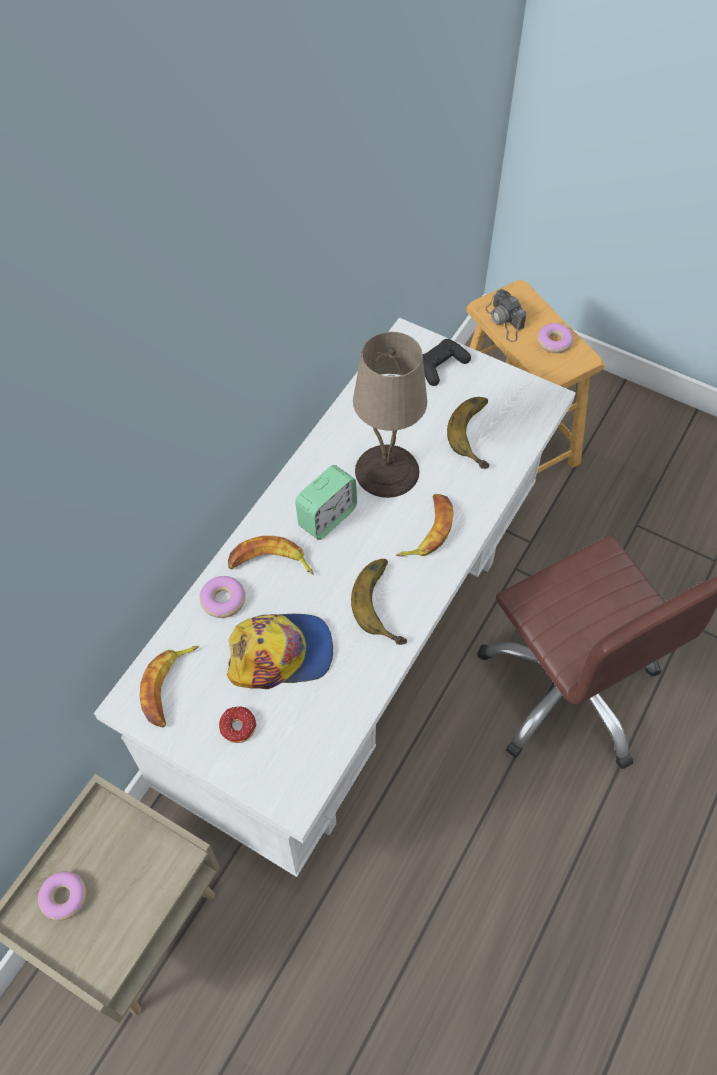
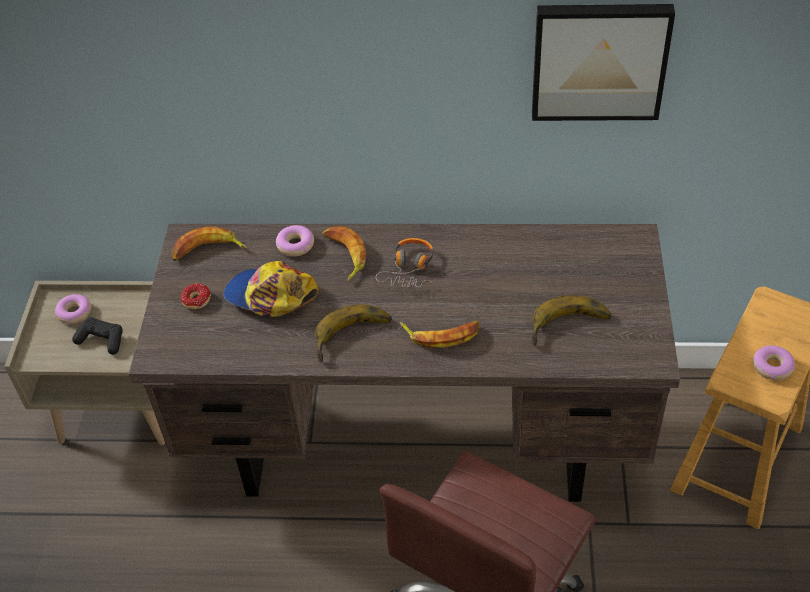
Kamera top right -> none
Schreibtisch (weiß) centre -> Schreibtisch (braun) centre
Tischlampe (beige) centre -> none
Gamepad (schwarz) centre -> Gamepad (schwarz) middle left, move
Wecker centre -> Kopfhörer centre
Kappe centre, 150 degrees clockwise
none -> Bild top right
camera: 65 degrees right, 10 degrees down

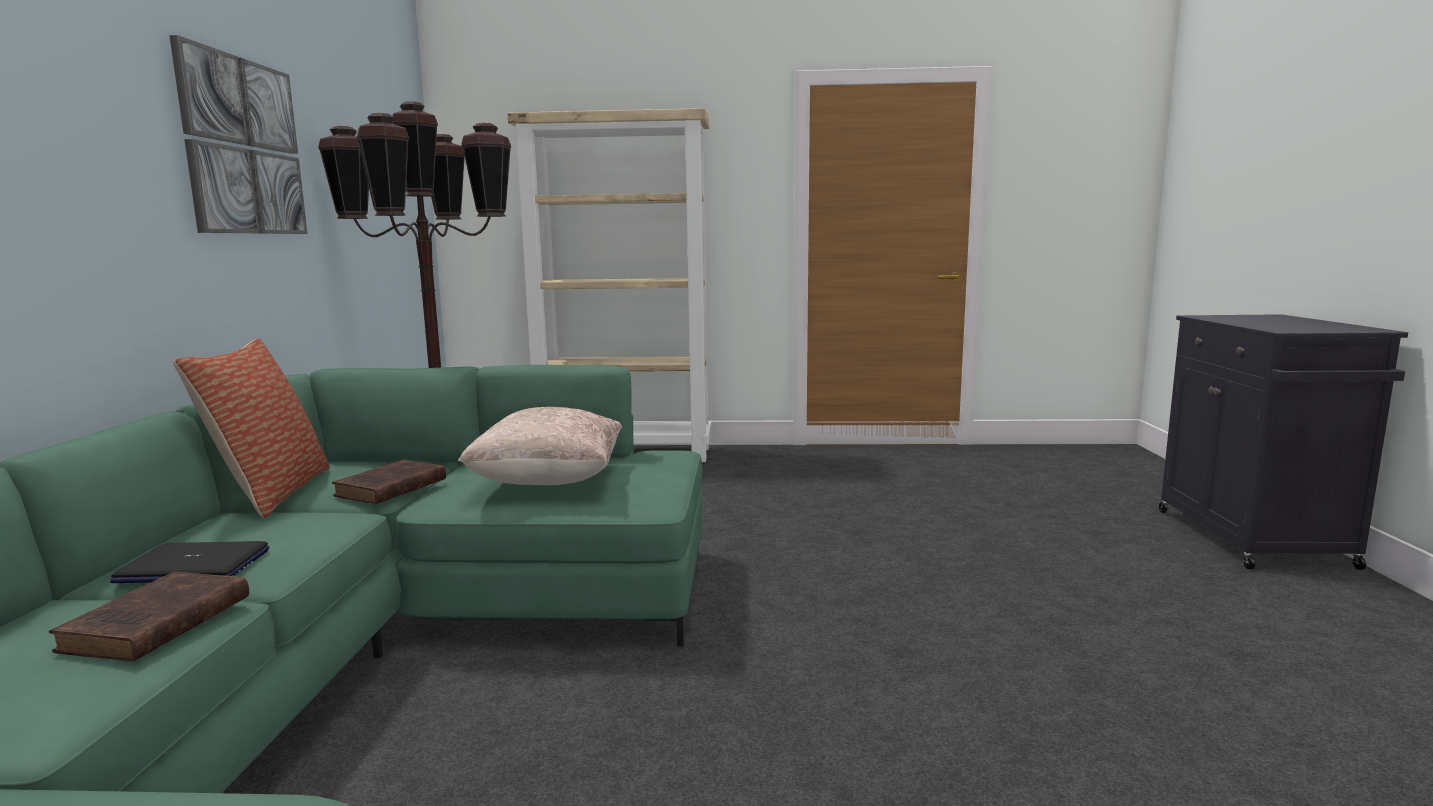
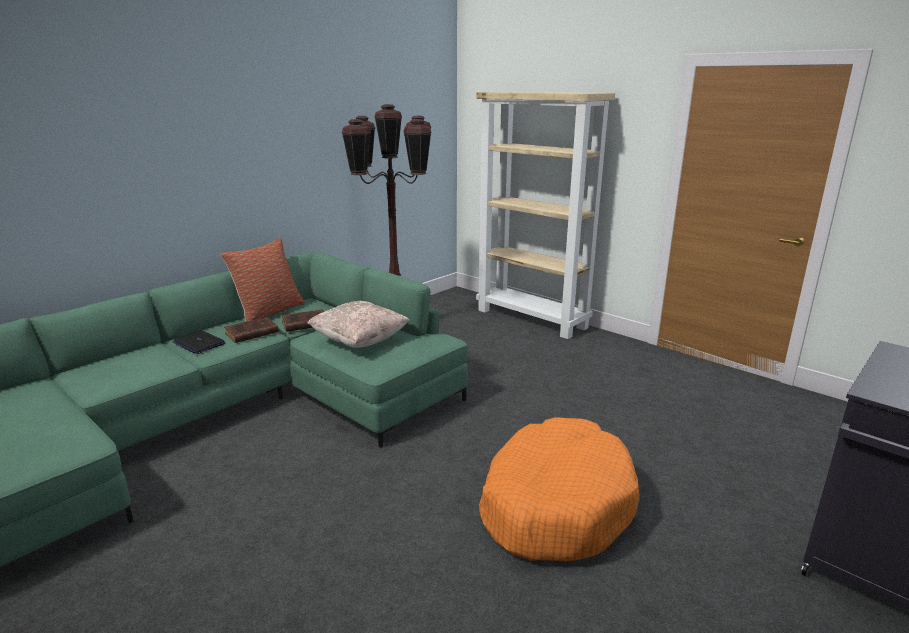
Bild top left -> none
Buch (braun) (1st from left) bottom left -> Buch (braun) (1st from left) middle left, move
none -> Hundebett (orange) bottom centre
camera: 40 degrees right, 10 degrees up

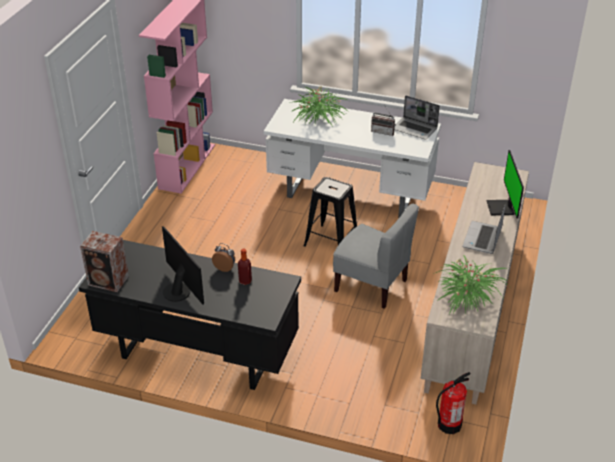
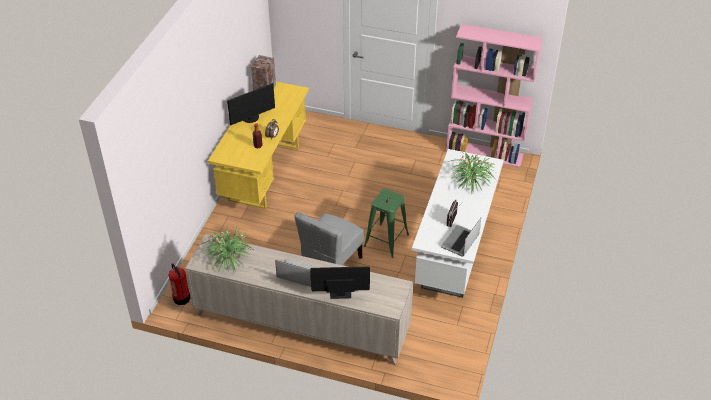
Hocker (schwarz) centre -> Hocker (grün) centre
Schreibtisch (schwarz) bottom left -> Schreibtisch (gelb) centre
camera: 90 degrees right, 5 degrees up

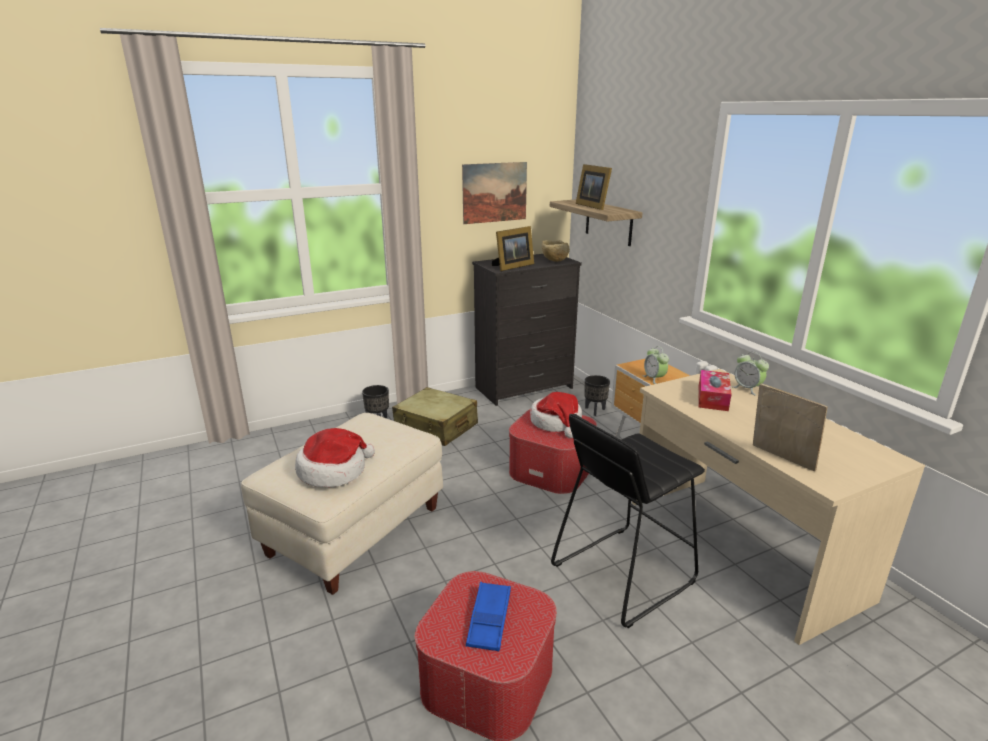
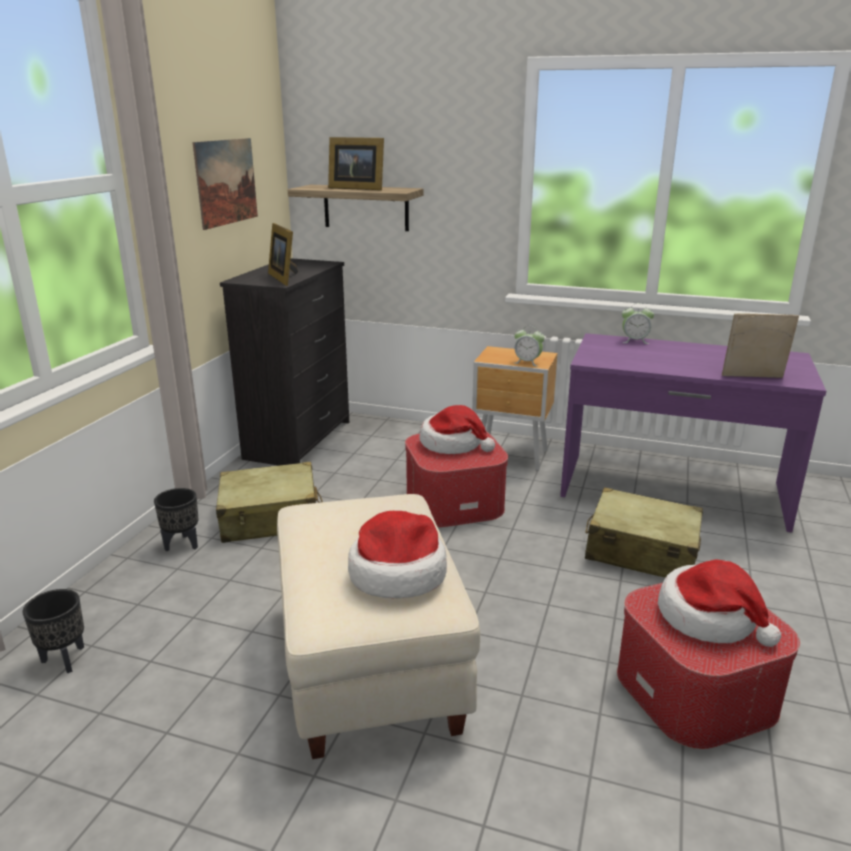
Bilderrahmen (1st from left) centre -> Bilderrahmen (1st from left) top left, 150 degrees clockwise
Schüssel (beige) centre -> none
Schreibtisch (beige) bottom right -> Schreibtisch (lila) middle right
Taschentuchbox middle right -> none
Pflanzkübel (schwarz) (2nd from left in the first image) centre -> Pflanzkübel (schwarz) (1st from left) bottom left, move
Hocker (schwarz) bottom centre -> Koffer (beige) (2nd from left) middle right
Tablett (blau) bottom centre -> Hut (3rd from left) bottom right
camera: 45 degrees left, 0 degrees up

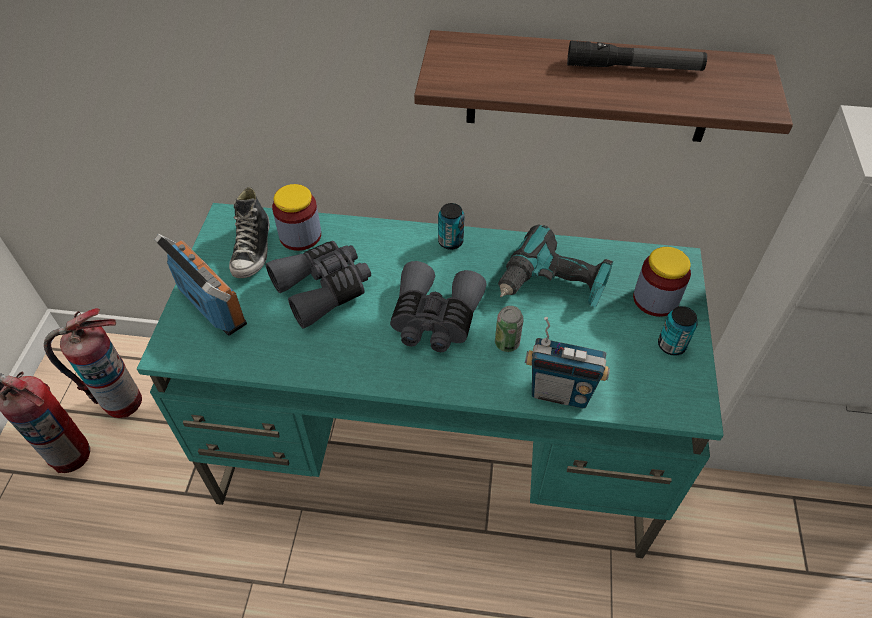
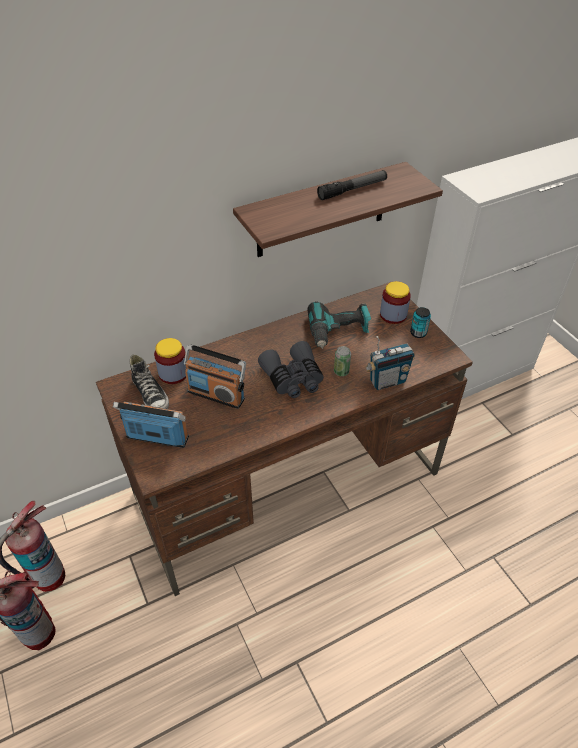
Schreibtisch (türkis) centre -> Schreibtisch (braun) centre
Dose (1st from left) centre -> none
Fernglas (grau) (1st from left) centre -> Radio (2nd from left) centre
camera: 35 degrees left, 5 degrees down

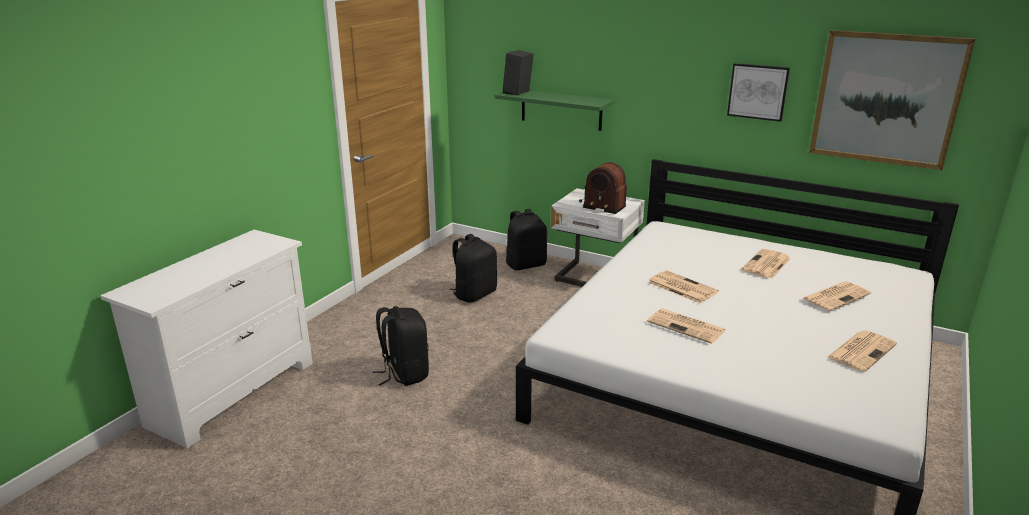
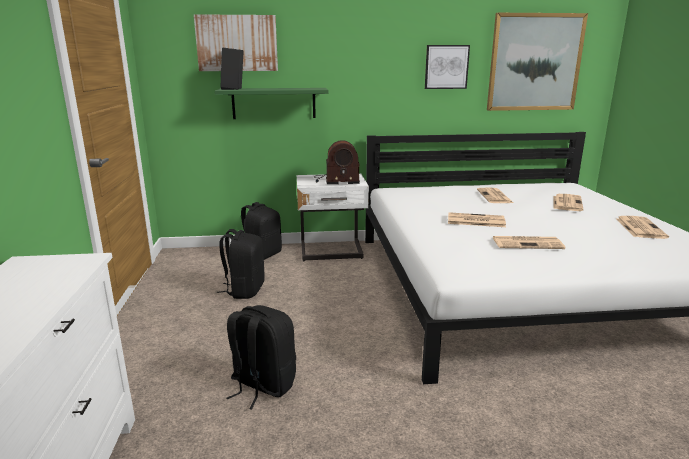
none -> Bild (1st from left) top centre
camera: 35 degrees left, 5 degrees down

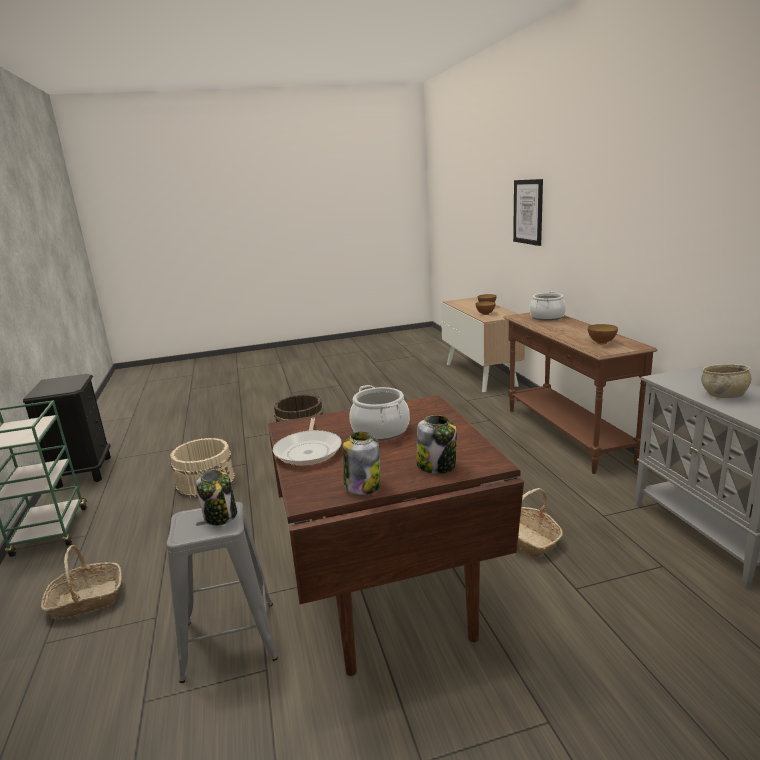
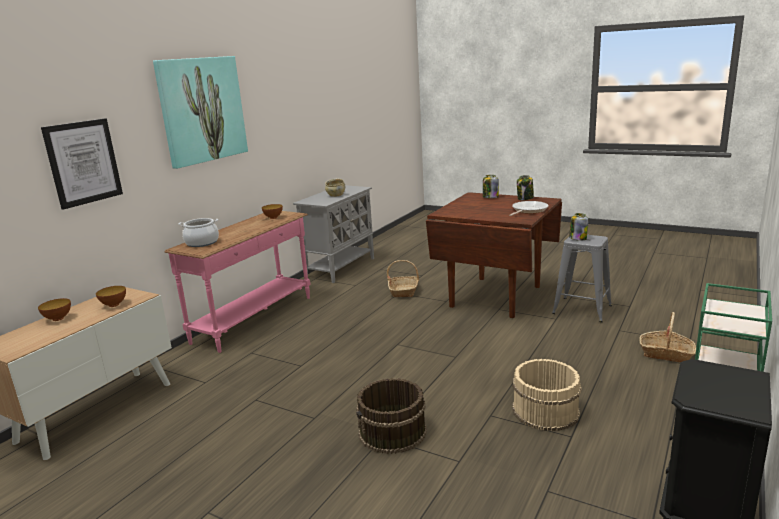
Konsolentisch (braun) middle right -> Konsolentisch (rosa) middle left
Kochtopf (1st from left) centre -> none
none -> Bild (2nd from left) top left
camera: 135 degrees left, 0 degrees up

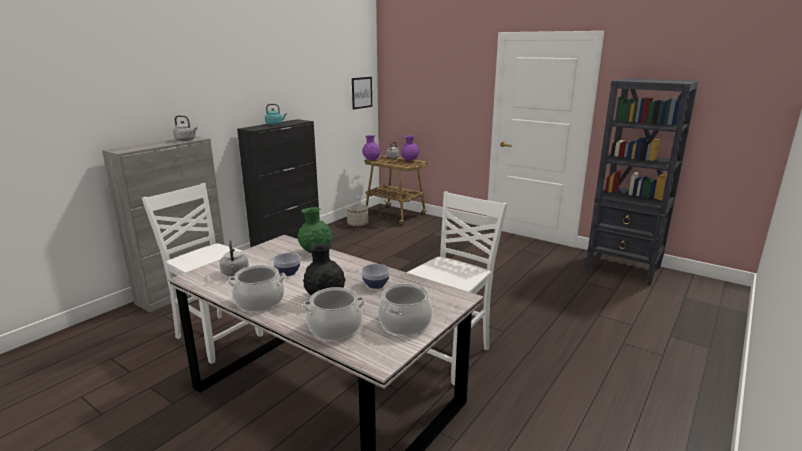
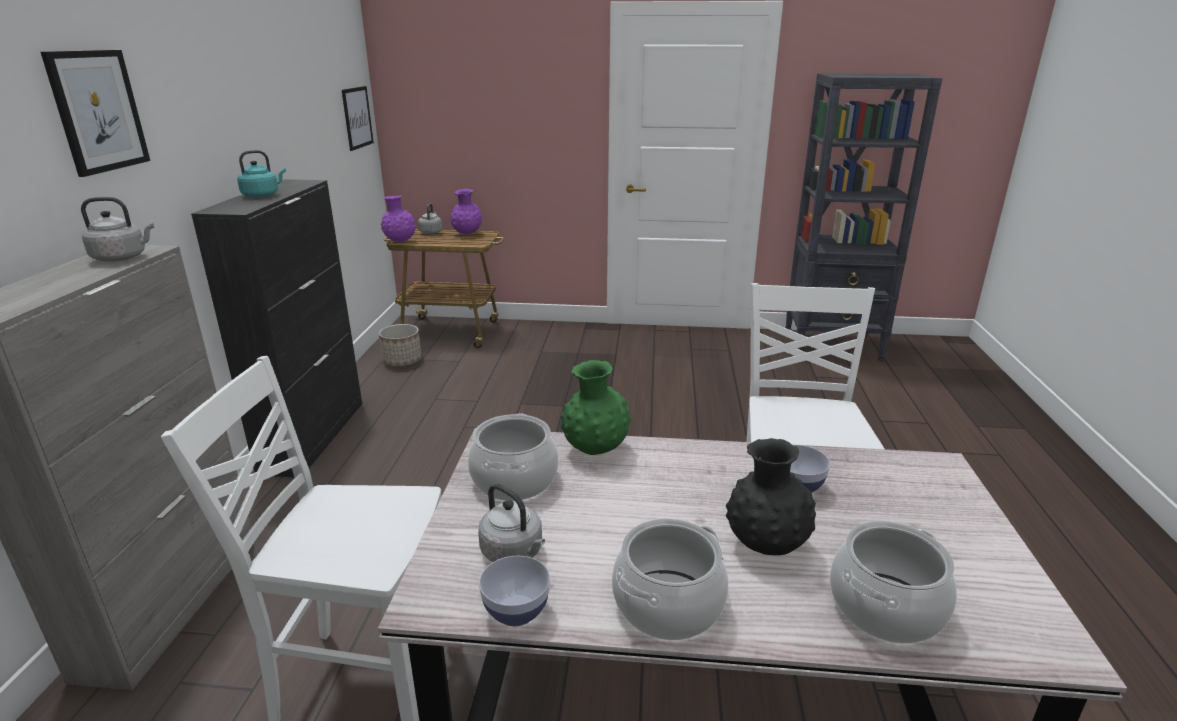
Schüssel (1st from left) centre -> Schüssel (1st from left) bottom centre, move
Kochtopf (3rd from left in the first image) bottom centre -> Kochtopf (1st from left) centre, move
none -> Bild (1st from left) top left
camera: 30 degrees left, 5 degrees up

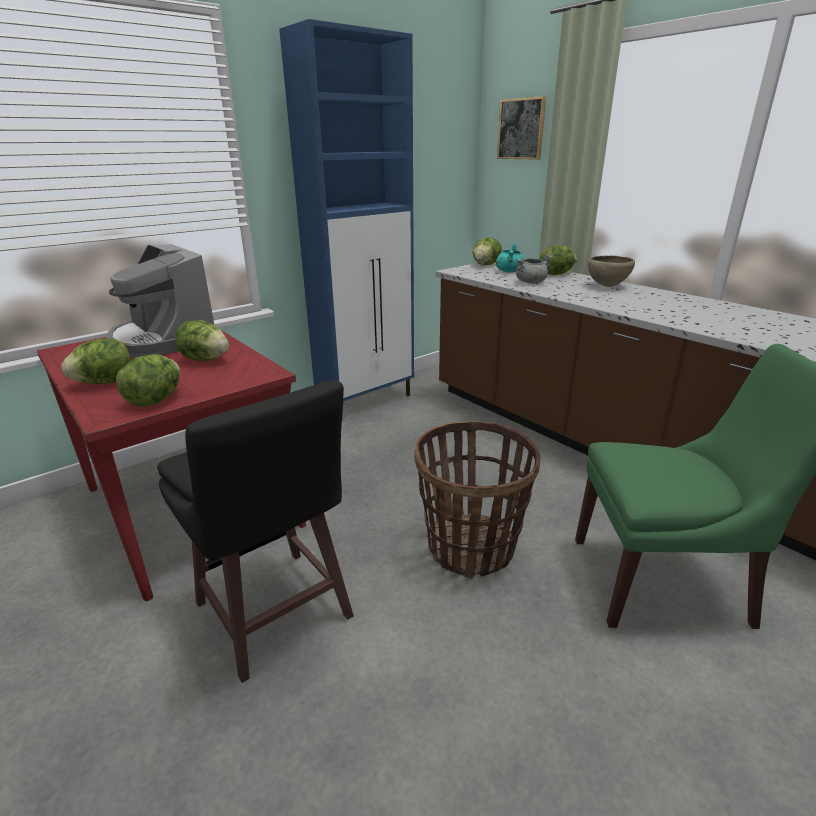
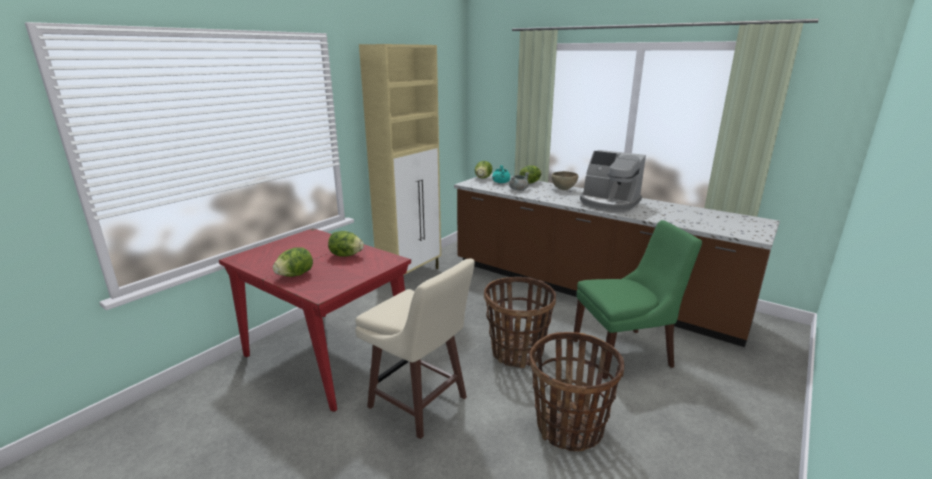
Schrank (blau) top centre -> Schrank (beige) top centre
Bild top centre -> none
Kaffeemaschine middle left -> Kaffeemaschine centre, move
Salatkopf (2nd from left) middle left -> none
Hocker (schwarz) middle left -> Hocker (beige) bottom centre
none -> Korb (2nd from left) bottom centre
camera: 15 degrees left, 5 degrees down

